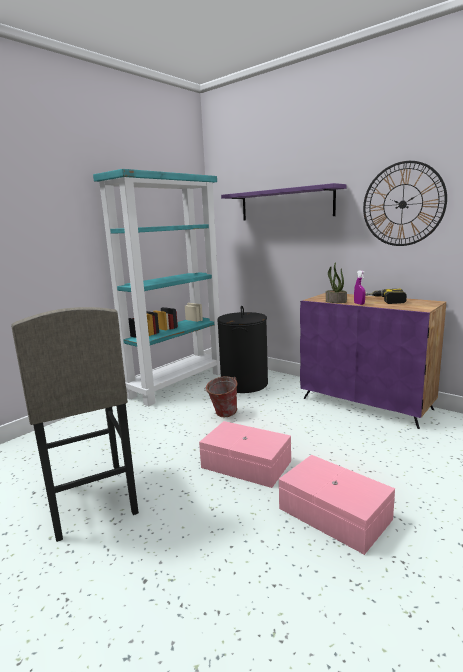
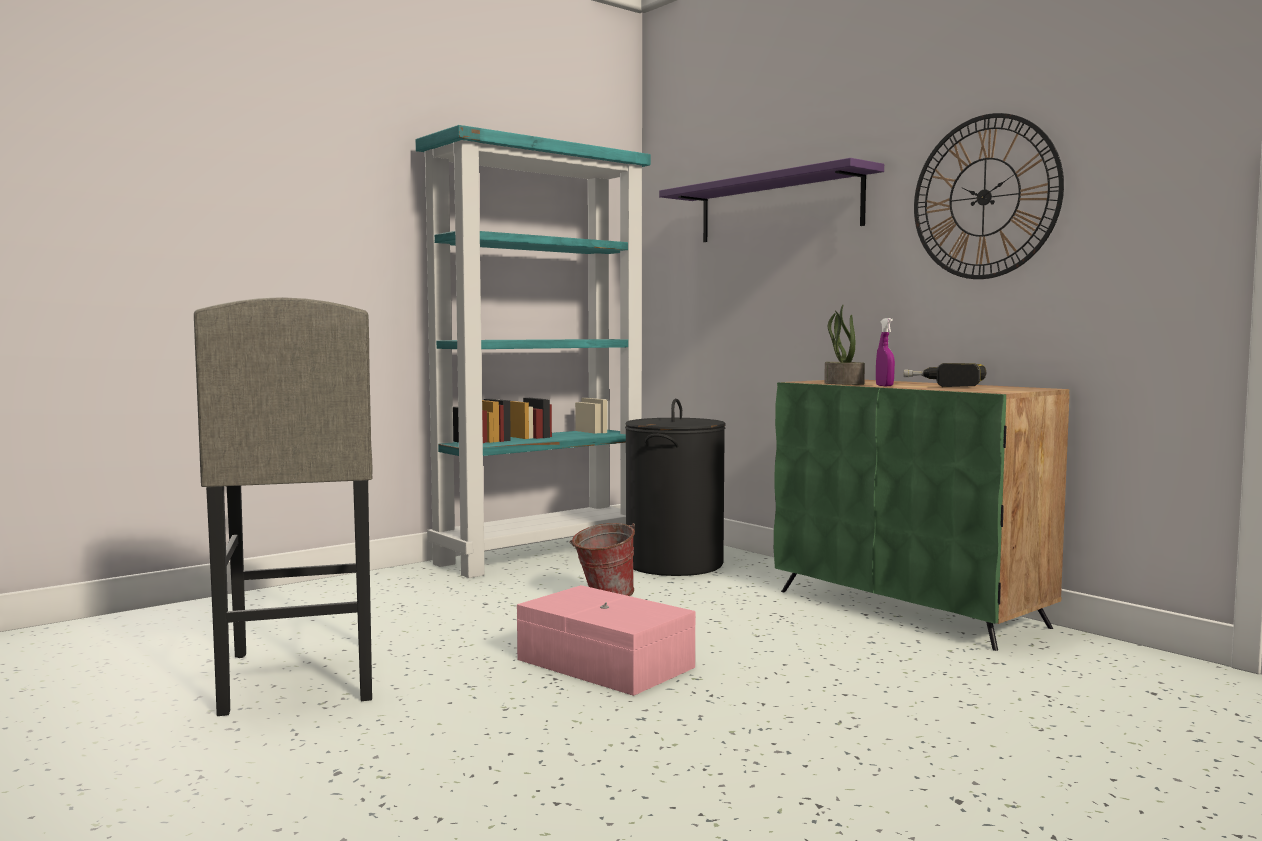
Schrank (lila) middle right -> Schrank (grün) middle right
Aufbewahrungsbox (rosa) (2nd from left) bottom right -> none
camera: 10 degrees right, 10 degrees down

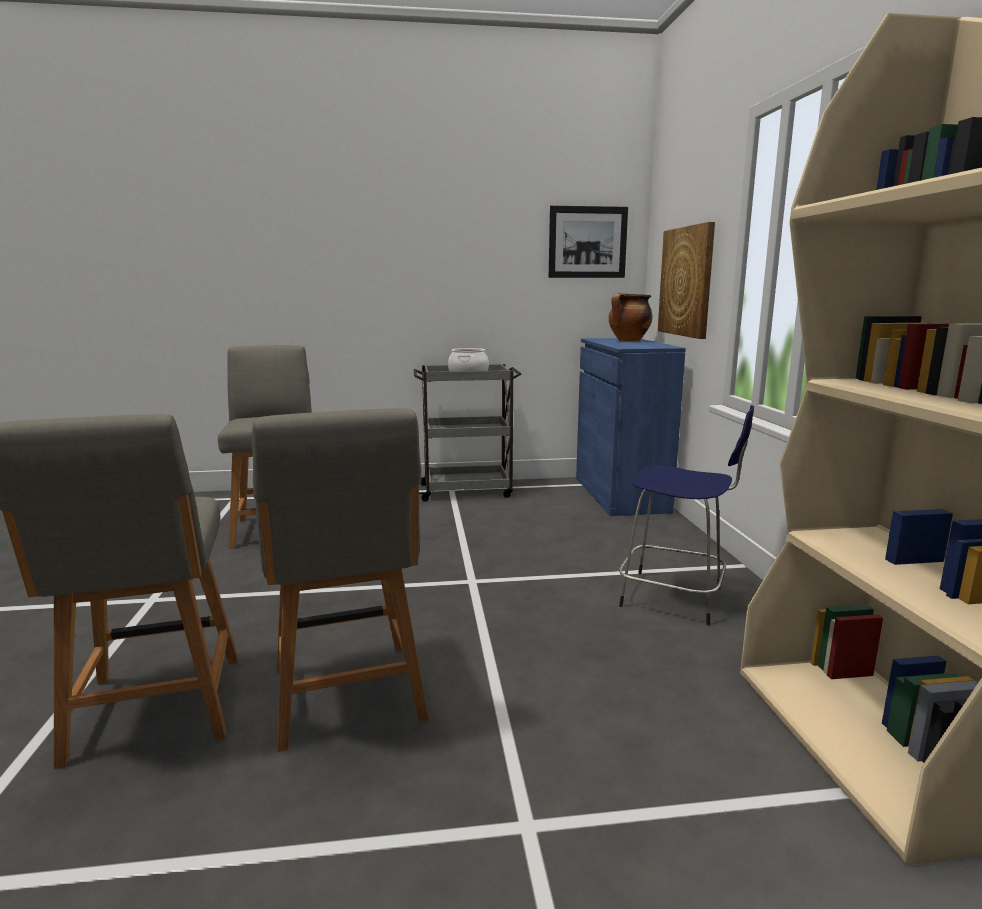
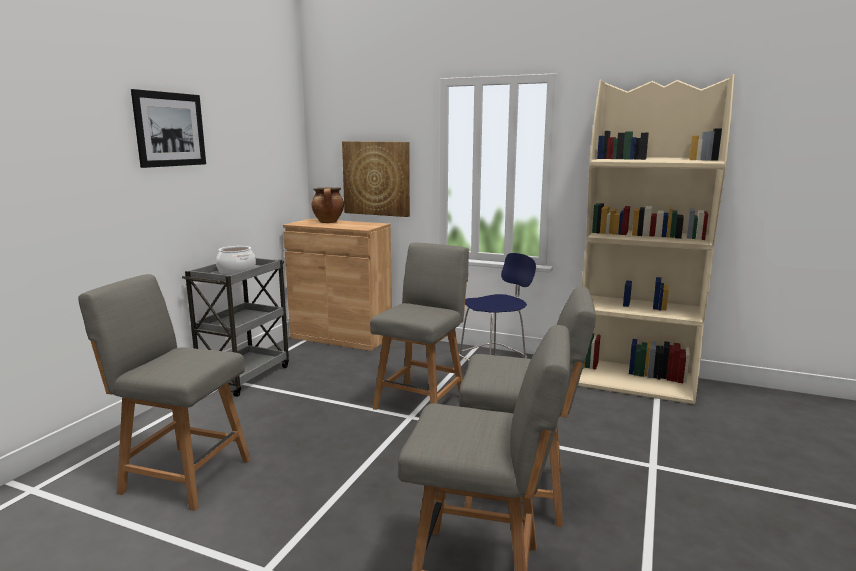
Bild (1st from left) top centre -> Bild (1st from left) top left, move
Schrank (blau) centre -> Schrank (braun) centre
none -> Stuhl (grau) (2nd from left) centre
camera: 60 degrees left, 0 degrees up

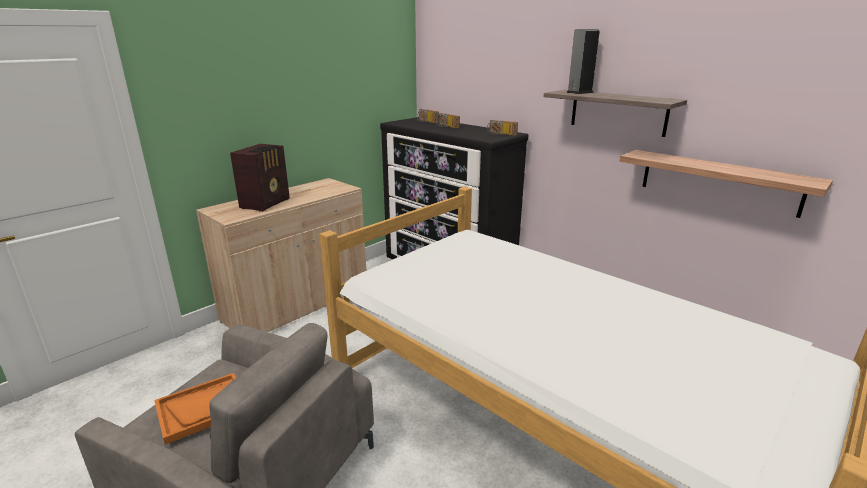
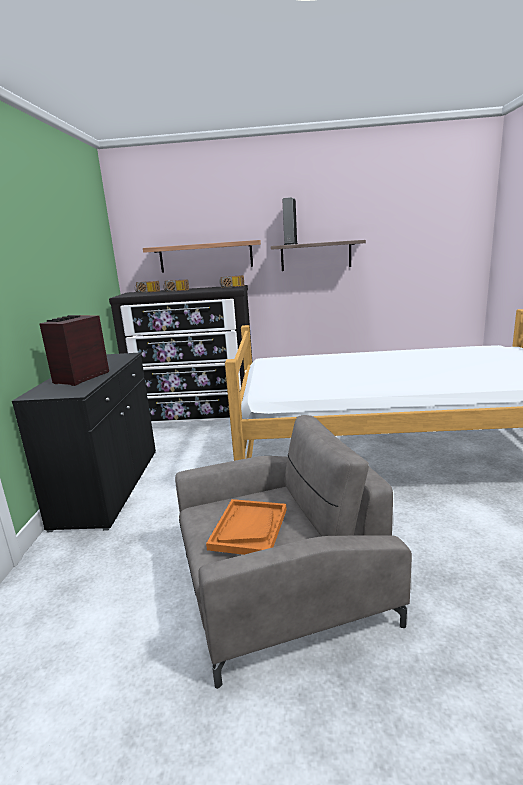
Radio (1st from left) middle left, 135 degrees counterclockwise
Wandregal (2nd from left in the first image) middle right -> Wandregal (1st from left) top centre, move
Schrank (beige) middle left -> Schrank (schwarz) middle left
camera: 40 degrees left, 5 degrees down

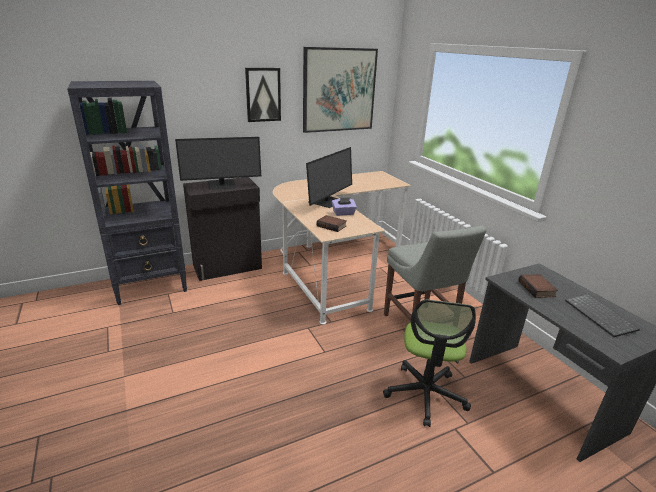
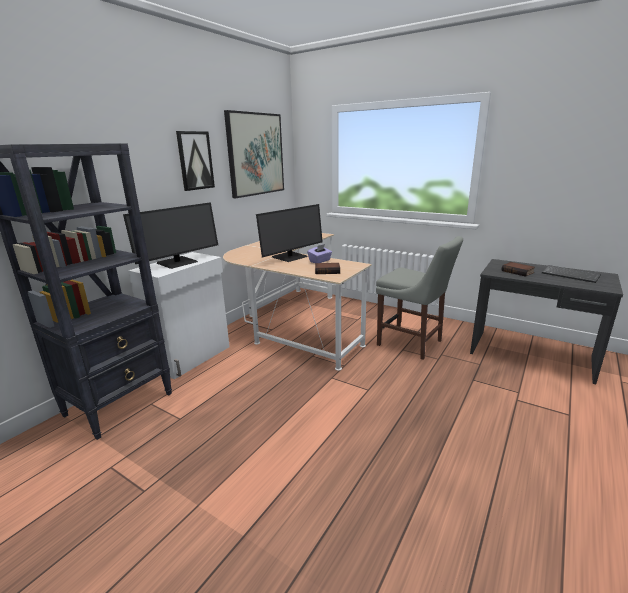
Monitor (2nd from left) centre, 45 degrees clockwise
Schrank (schwarz) centre -> Schrank (weiß) middle left
Bürostuhl bottom centre -> none
camera: 30 degrees left, 5 degrees down

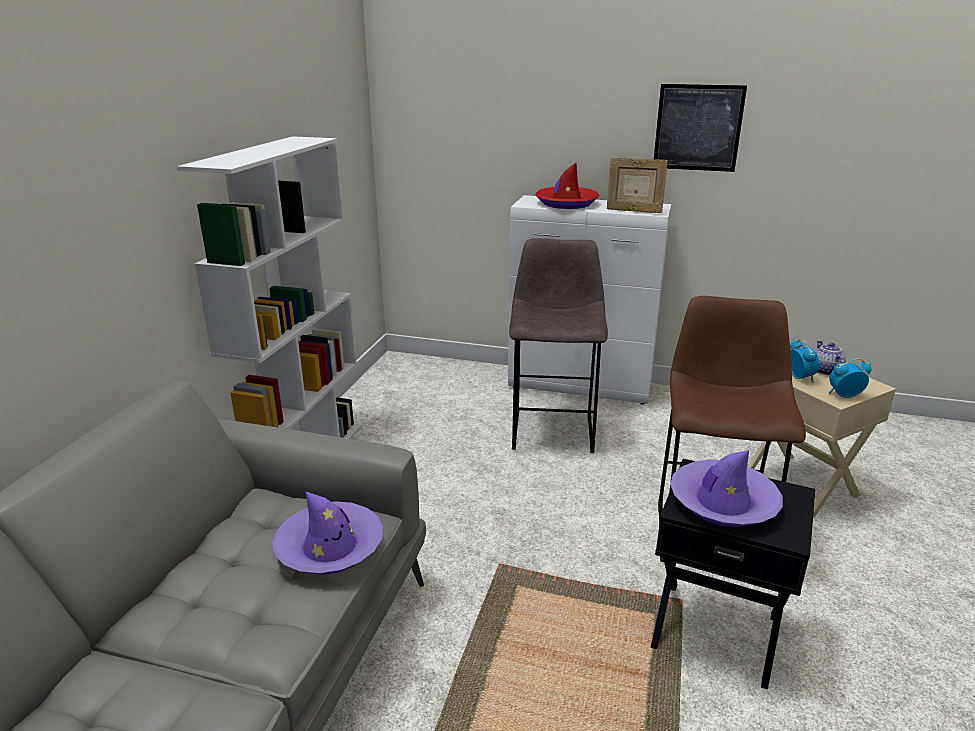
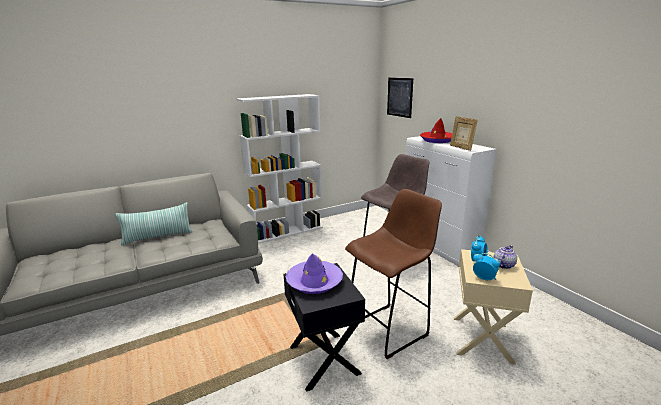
Bild top right -> Bild top centre, move
Hut (lila) (1st from left) bottom centre -> none
none -> Kissen middle left
camera: 45 degrees right, 5 degrees down

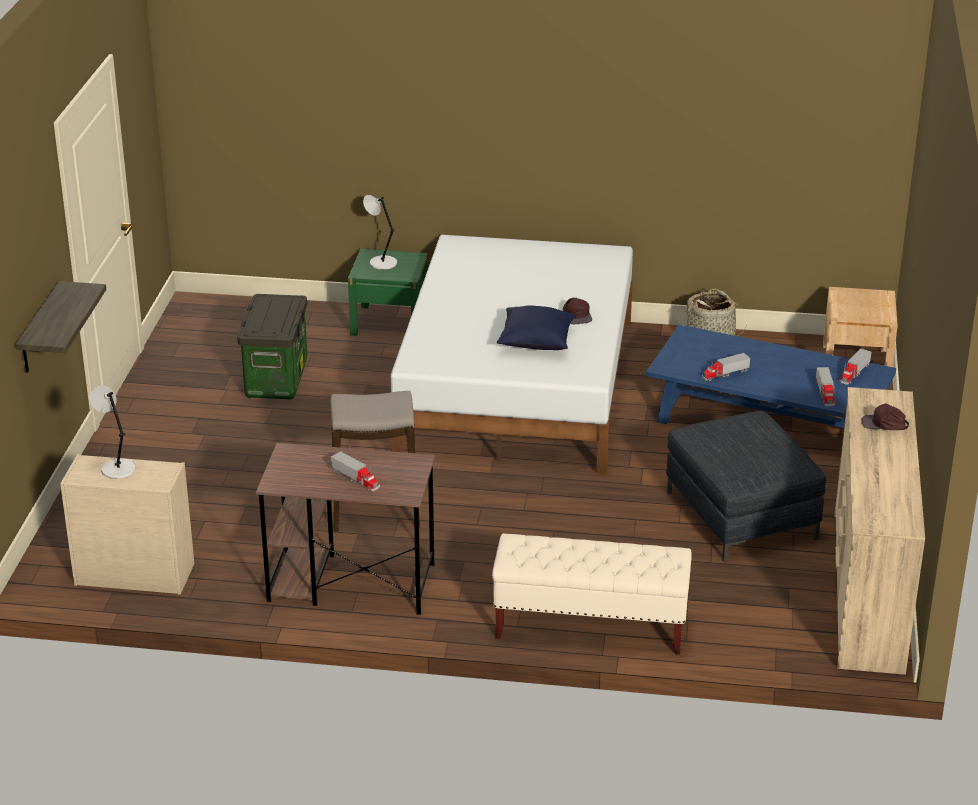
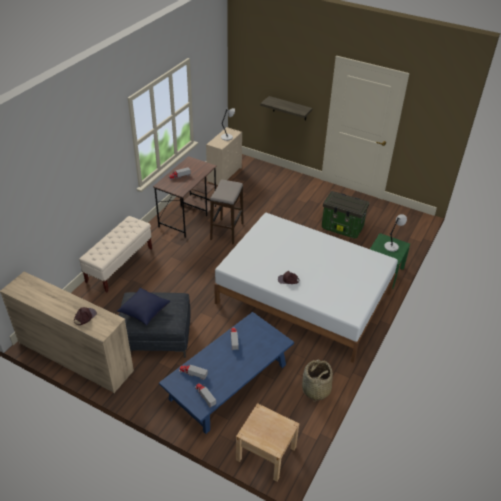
Kissen (blau) centre -> Kissen (blau) middle left, move
camera: 110 degrees right, 10 degrees up

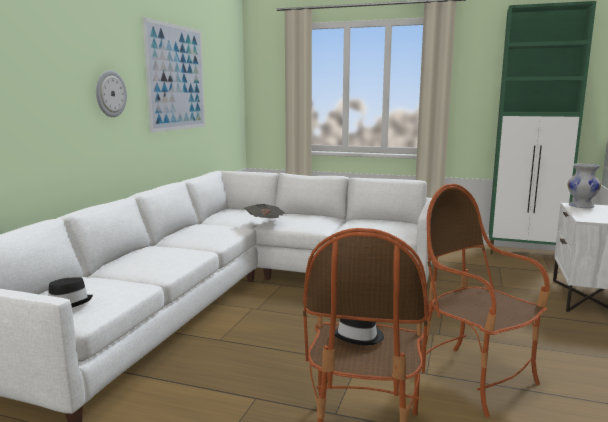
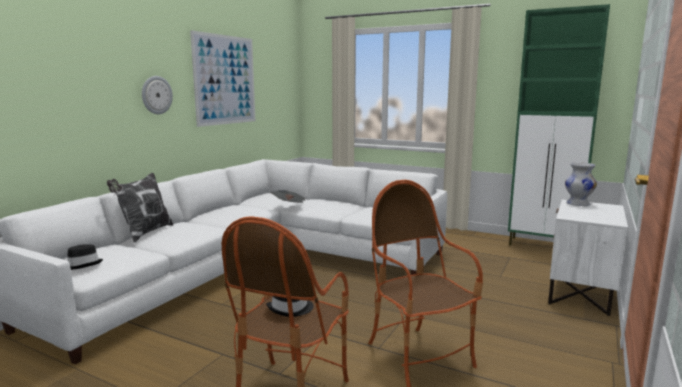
none -> Kissen middle left
camera: 10 degrees right, 0 degrees up

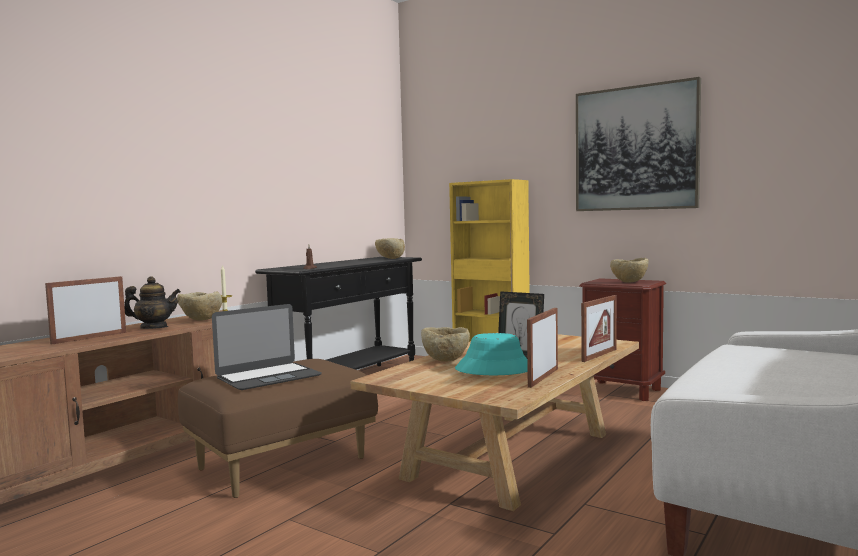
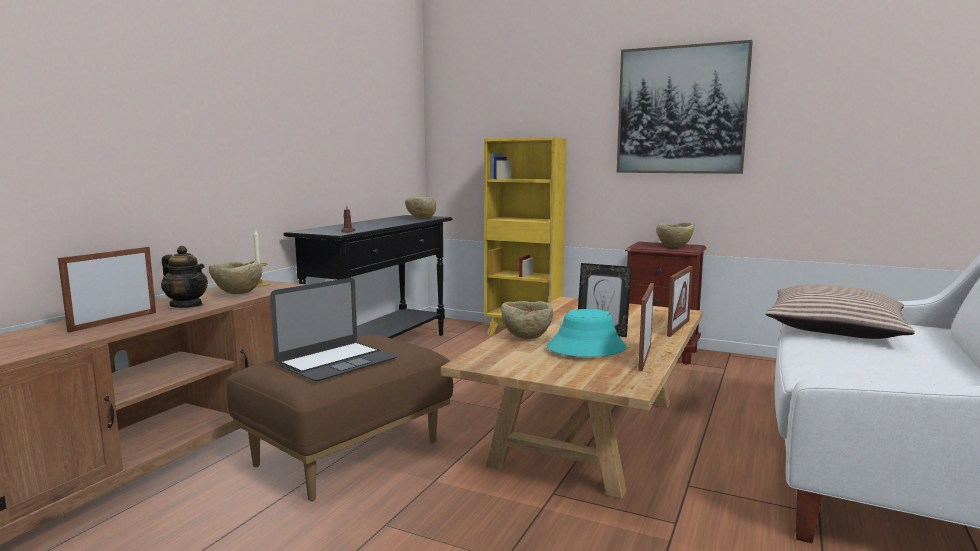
Teekanne middle left, 45 degrees clockwise
none -> Kissen middle right
camera: 10 degrees left, 5 degrees up

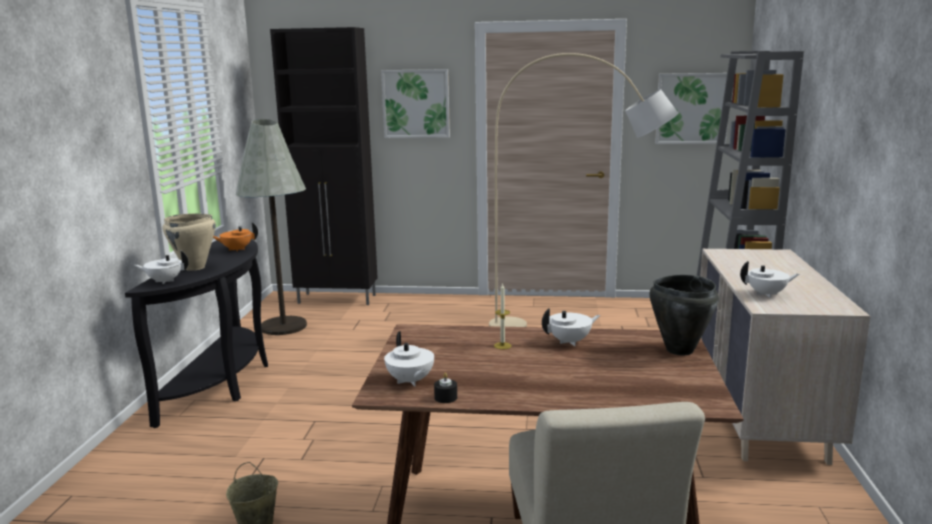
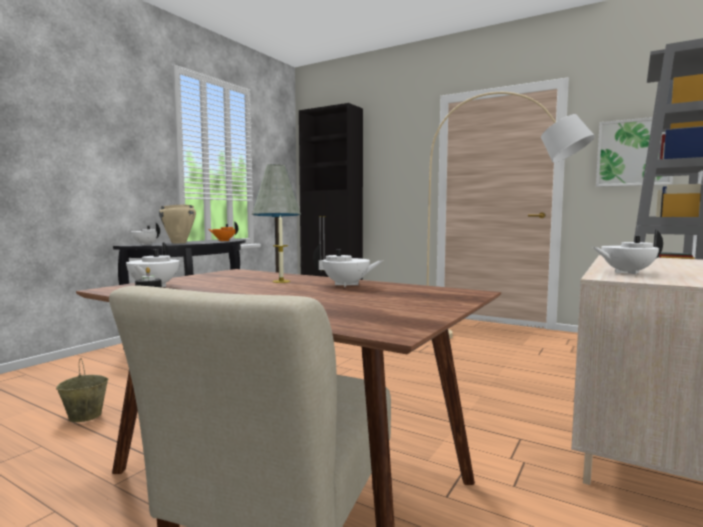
Bild (1st from left) top centre -> none
Teekanne (weiß) (4th from left) middle right, 150 degrees clockwise
Kochtopf (schwarz) middle right -> none
camera: 25 degrees right, 10 degrees down

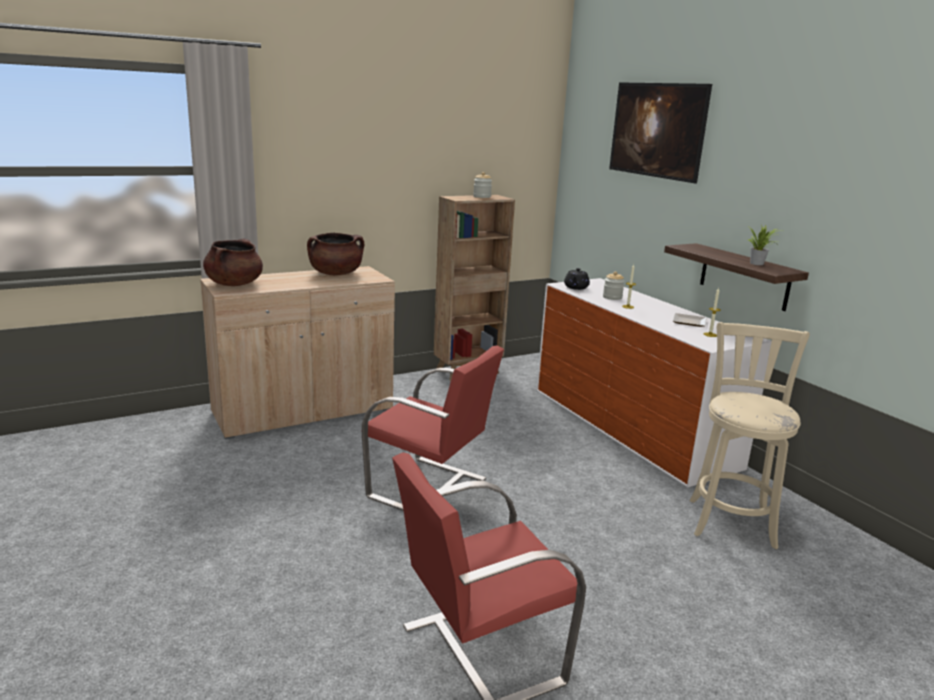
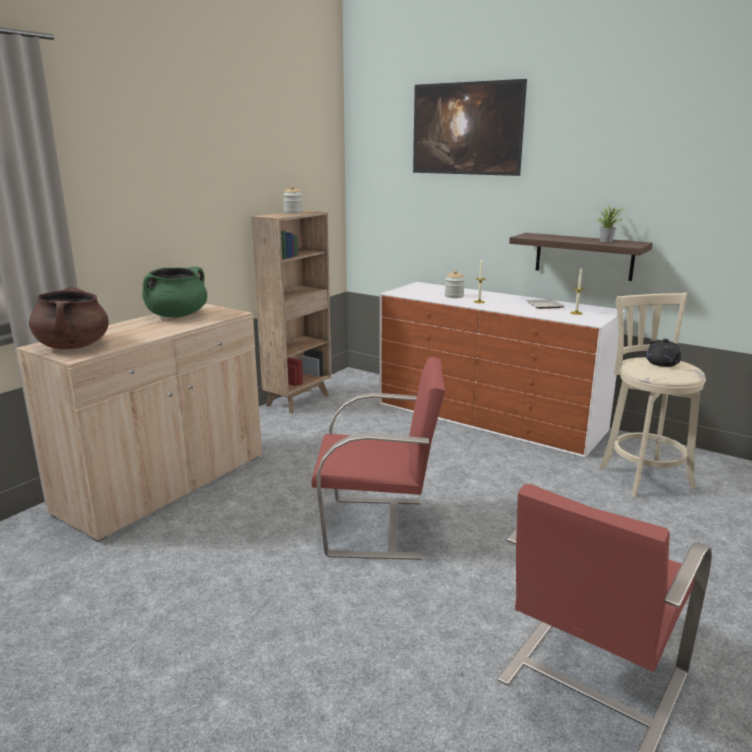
Kochtopf (braun) (2nd from left) centre -> Kochtopf (grün) middle left
Teekanne (schwarz) centre -> Teekanne (schwarz) middle right, move
camera: 25 degrees left, 0 degrees up

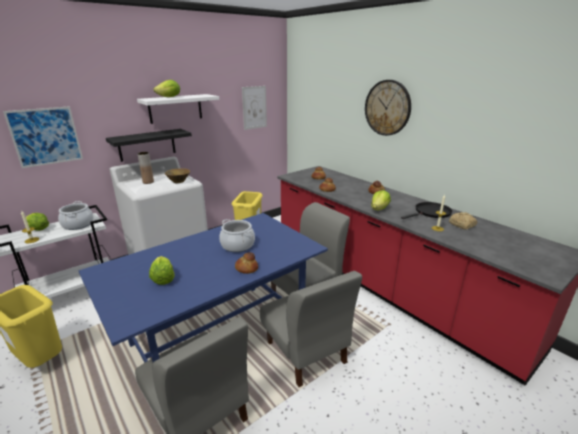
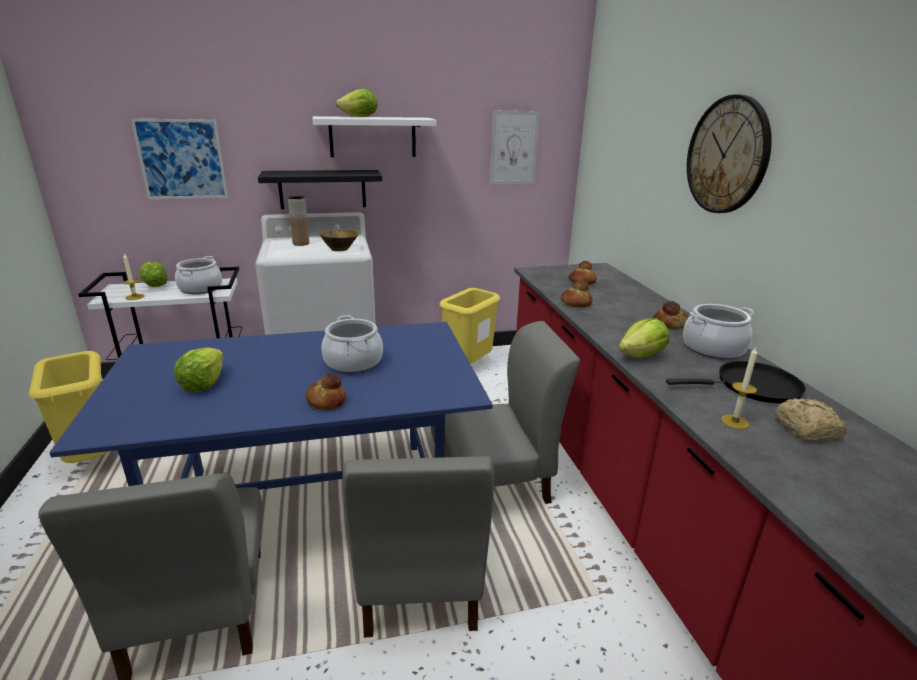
none -> Kochtopf (3rd from left) middle right
camera: 25 degrees right, 0 degrees up

